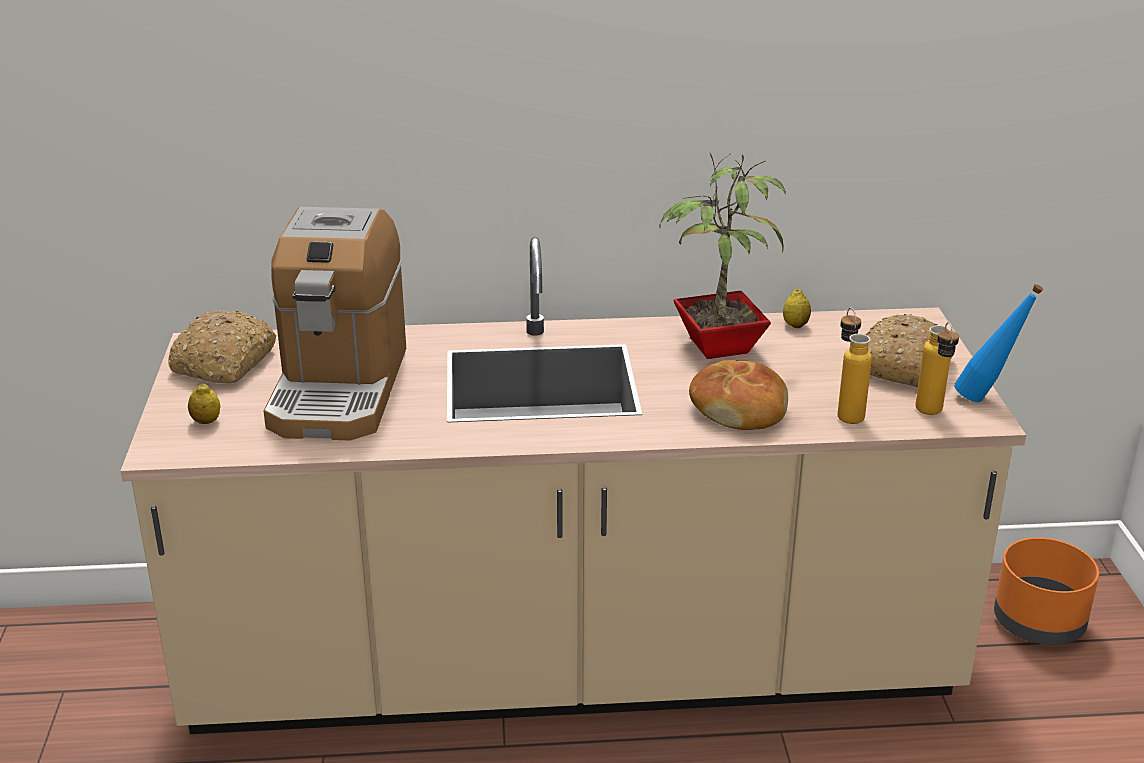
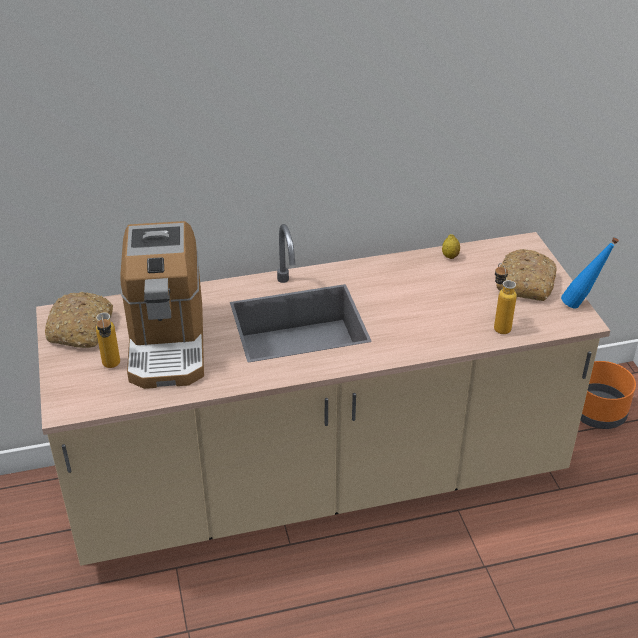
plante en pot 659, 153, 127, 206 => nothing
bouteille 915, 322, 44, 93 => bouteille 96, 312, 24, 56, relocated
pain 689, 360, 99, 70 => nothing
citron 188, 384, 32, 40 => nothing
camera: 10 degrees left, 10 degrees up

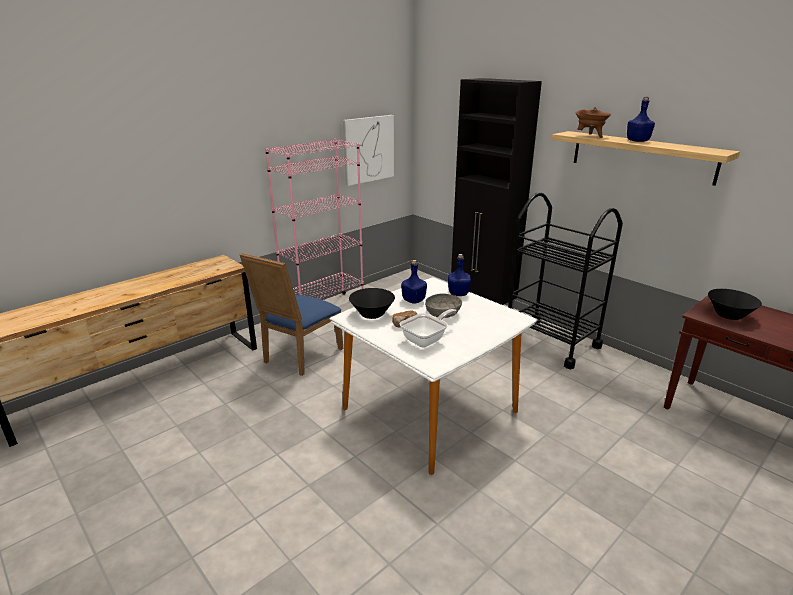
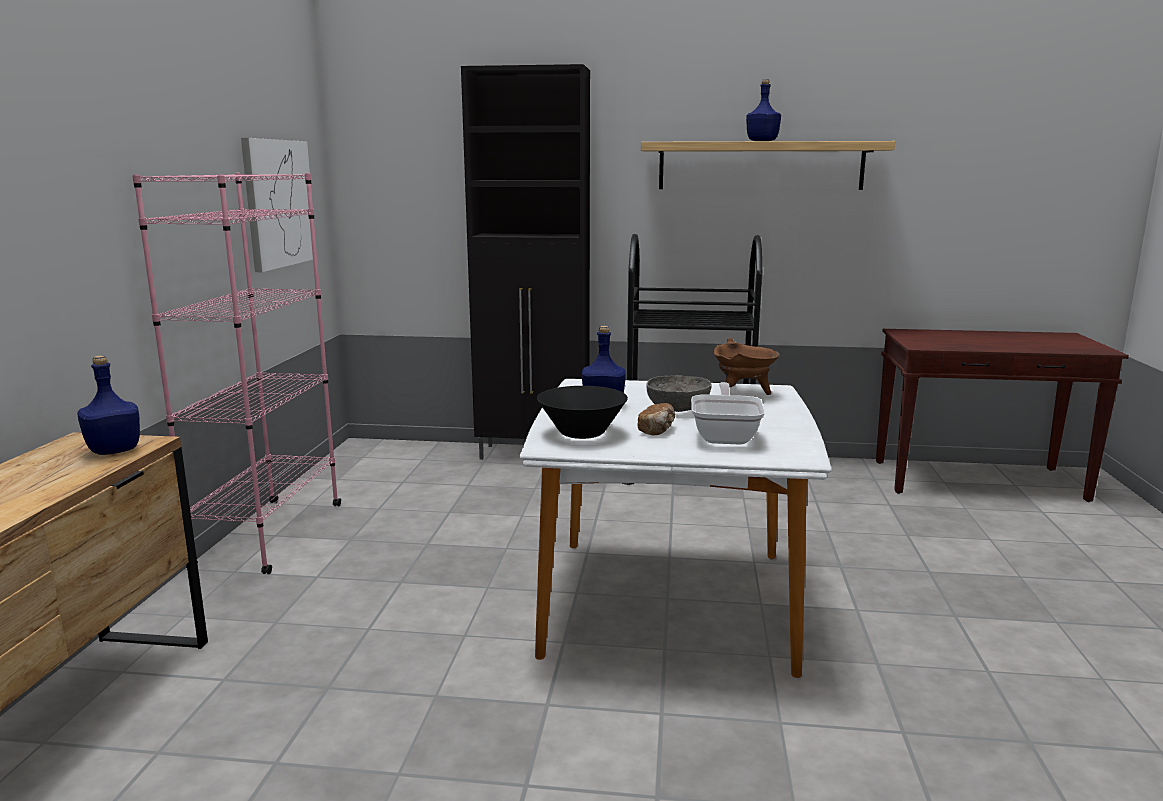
marmite [marron] 575, 107, 36, 31 => marmite [marron] 713, 338, 67, 57, relocated
chaise [bleu] 239, 253, 104, 123 => nothing
bouteille [bleu] 448, 254, 23, 42 => bouteille [bleu] 77, 356, 63, 99, relocated
bol [noir] 708, 289, 54, 31 => nothing
camera: 40 degrees left, 10 degrees down

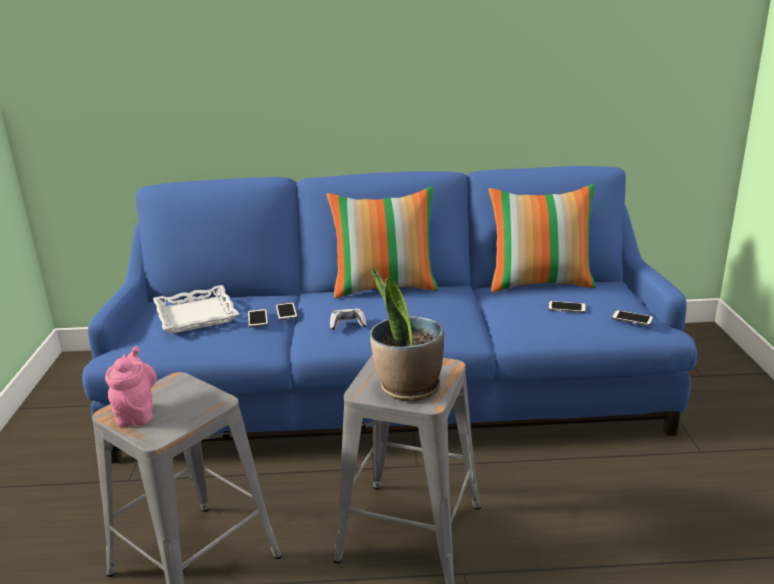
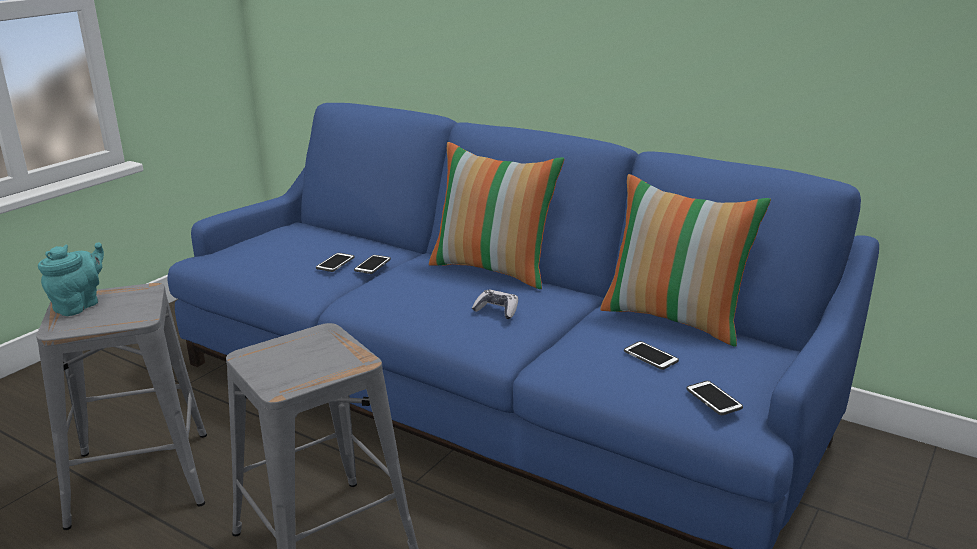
plante en pot 370, 267, 74, 134 => nothing
plateau [blanc] 153, 285, 86, 48 => nothing
manette 330, 308, 37, 22 => manette 472, 290, 46, 29, relocated
théière [rose] 105, 346, 52, 81 => théière [turquoise] 38, 243, 66, 73
camera: 35 degrees right, 0 degrees up

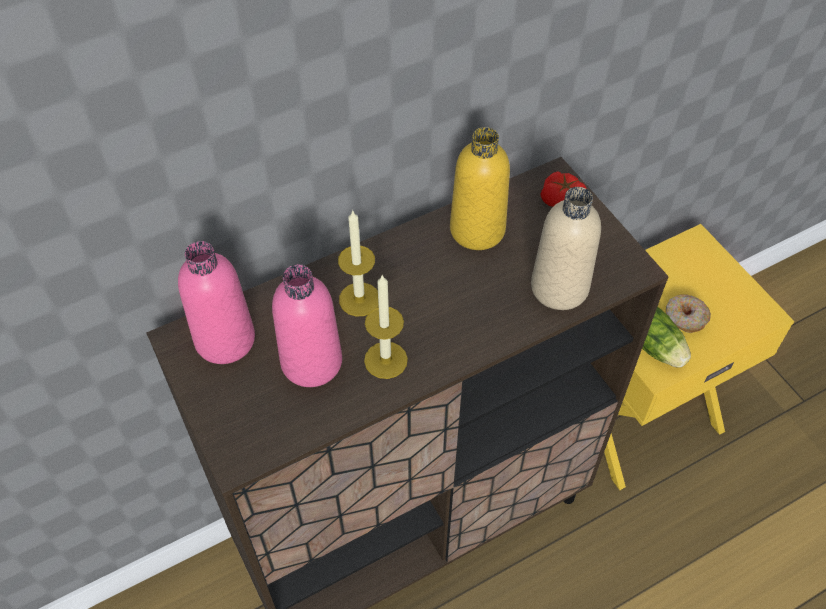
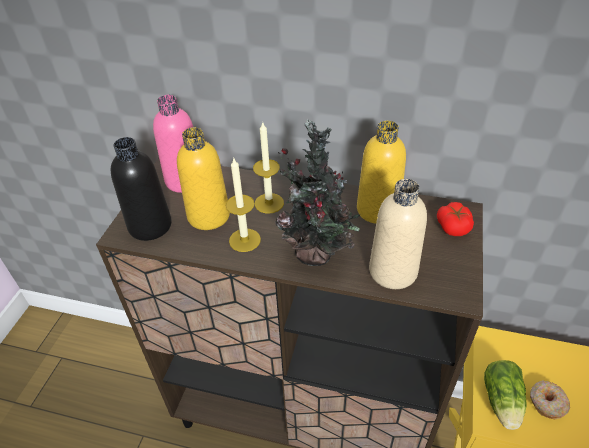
bouteille [rose] 272, 264, 70, 123 => bouteille [jaune] 177, 127, 53, 103
nothing => plante en pot 275, 119, 85, 147
nothing => bouteille [noir] 111, 137, 60, 104
camera: 45 degrees right, 10 degrees down

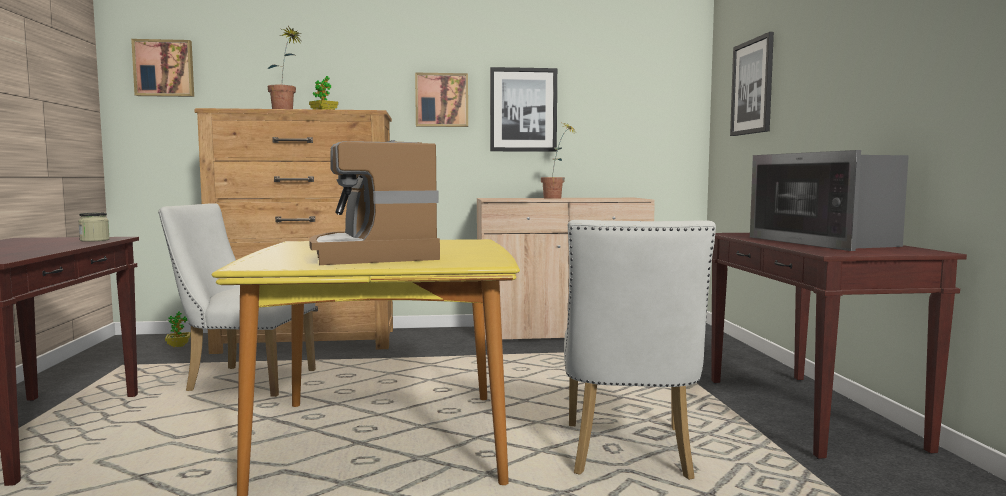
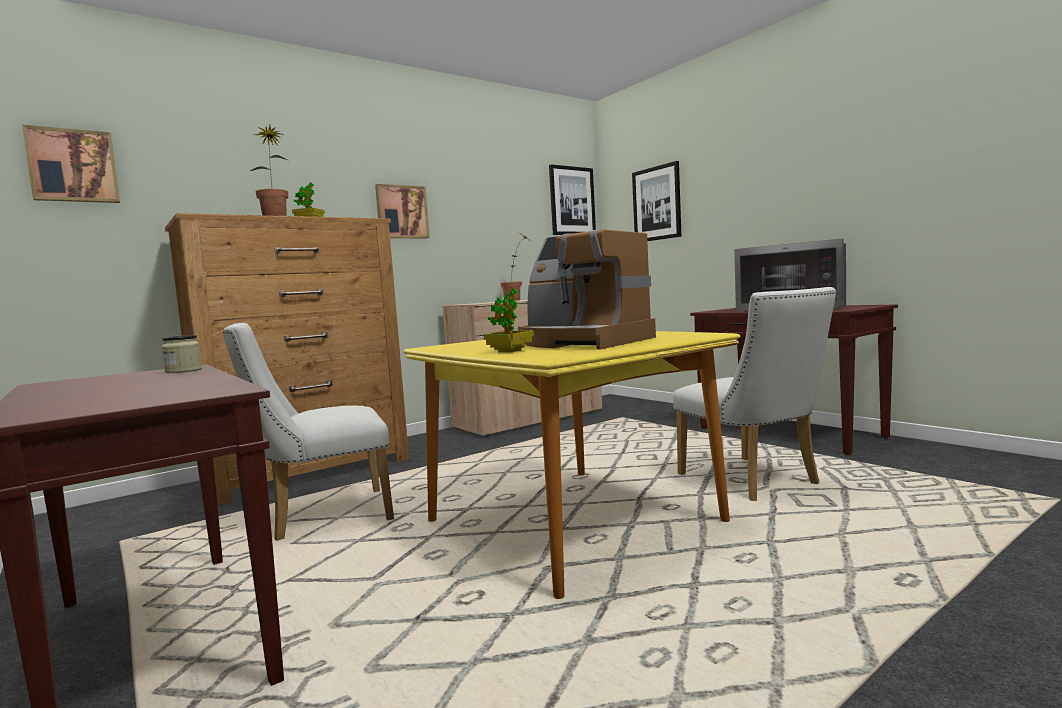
tableau 490, 67, 67, 85 => tableau 549, 164, 47, 71, relocated
plante en pot 165, 311, 26, 36 => plante en pot 484, 288, 50, 64, relocated
camera: 30 degrees left, 0 degrees up

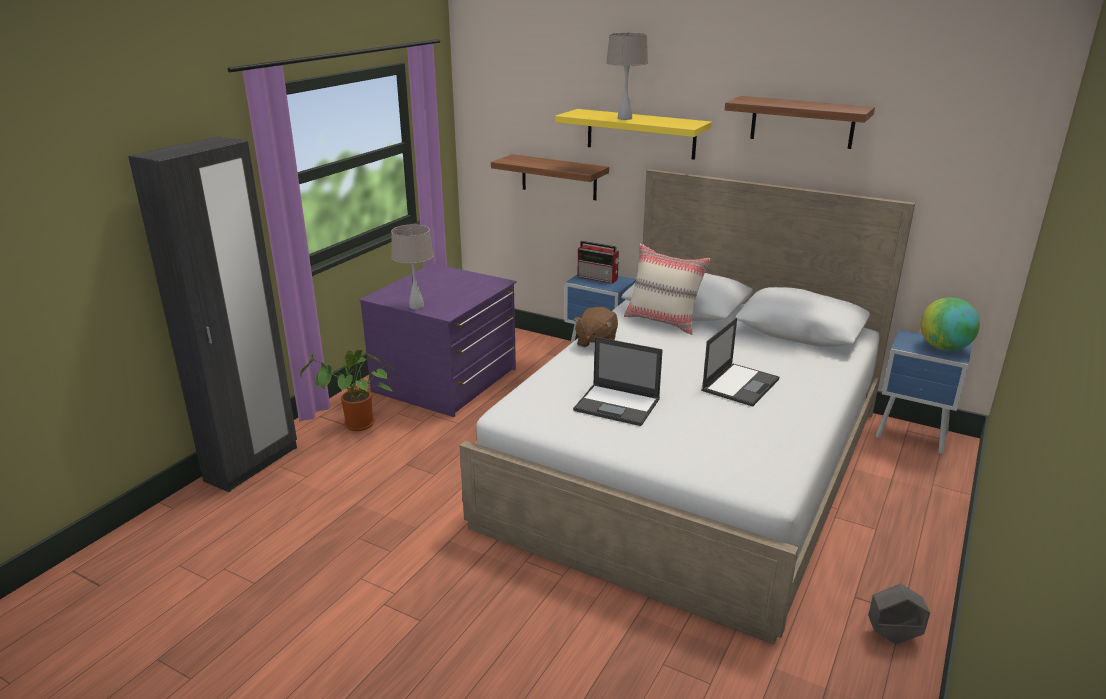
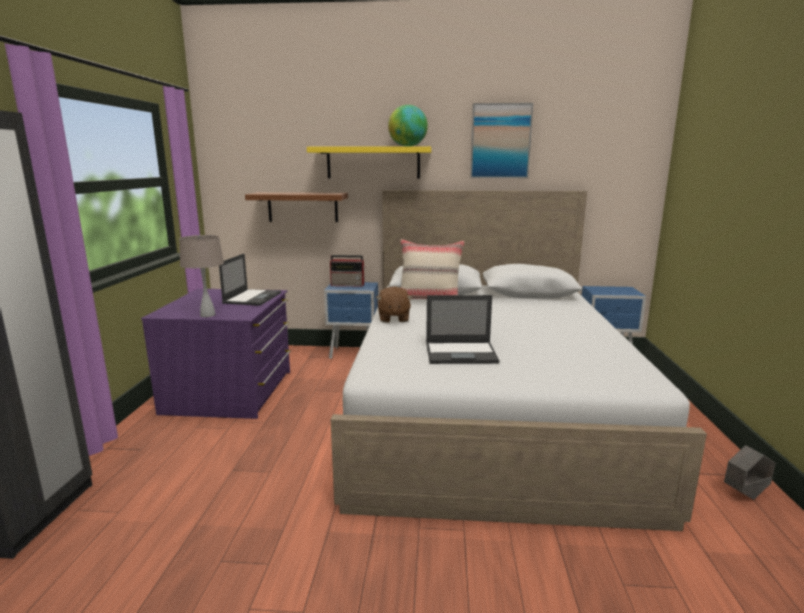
lampe de table [beige] 606, 32, 42, 88 => nothing
étagère 725, 96, 150, 53 => tableau 470, 103, 63, 75
globe 920, 297, 60, 54 => globe 388, 105, 40, 41, relocated
ordinateur portable 702, 318, 77, 89 => ordinateur portable 219, 254, 62, 52, relocated
plante en pot 300, 350, 94, 81 => nothing
camera: 25 degrees left, 10 degrees down

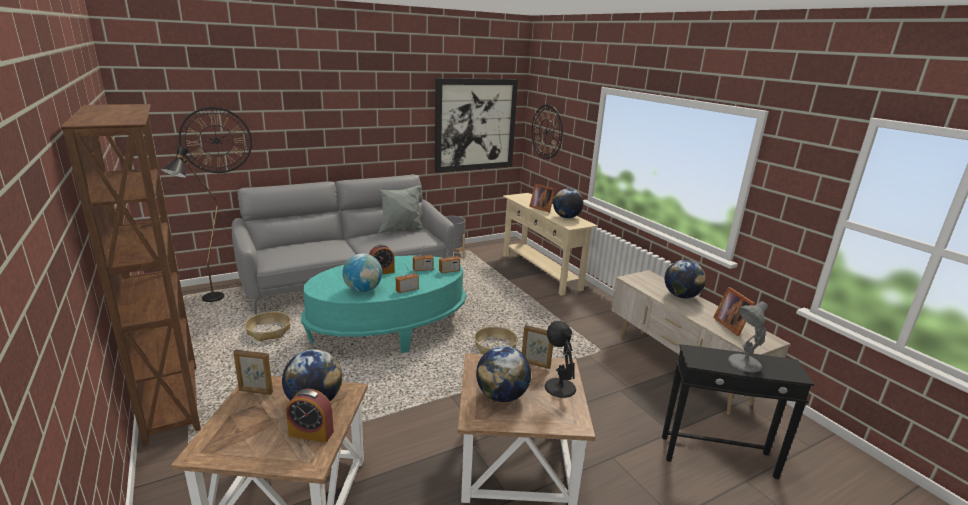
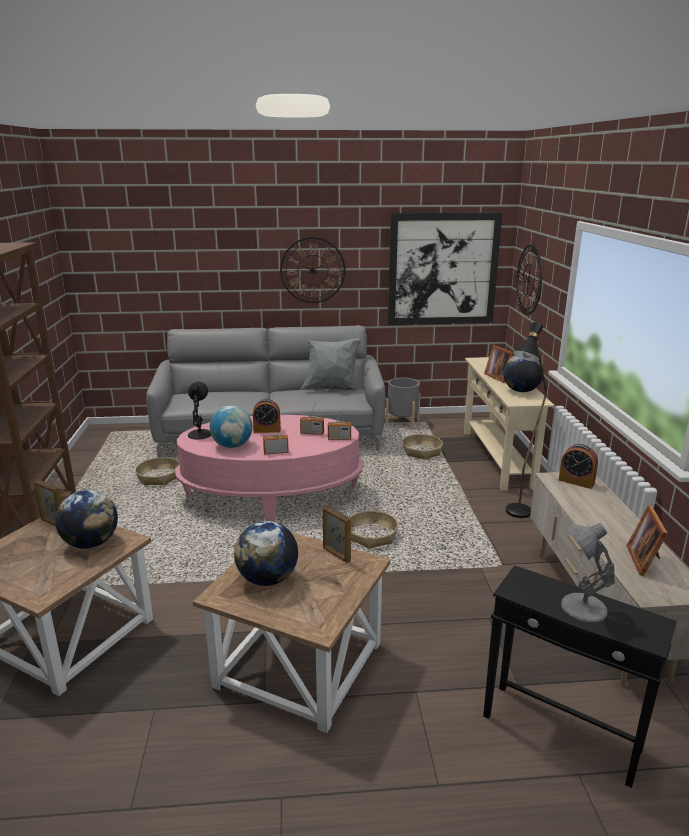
horloge murale 179, 107, 73, 66 => horloge murale 280, 237, 65, 66, relocated
lampadaire [noir] 161, 147, 63, 155 => lampadaire [noir] 506, 322, 41, 196, relocated
table basse [turquoise] 301, 255, 165, 98 => table basse [rose] 175, 415, 189, 107
globe 665, 260, 41, 38 => nothing
lampe de table [noir] 544, 321, 32, 77 => lampe de table [noir] 188, 381, 23, 59, relocated
réveil 286, 389, 48, 54 => réveil 559, 444, 39, 45, relocated
nothing => panier 402, 434, 41, 26
camera: 25 degrees right, 0 degrees up

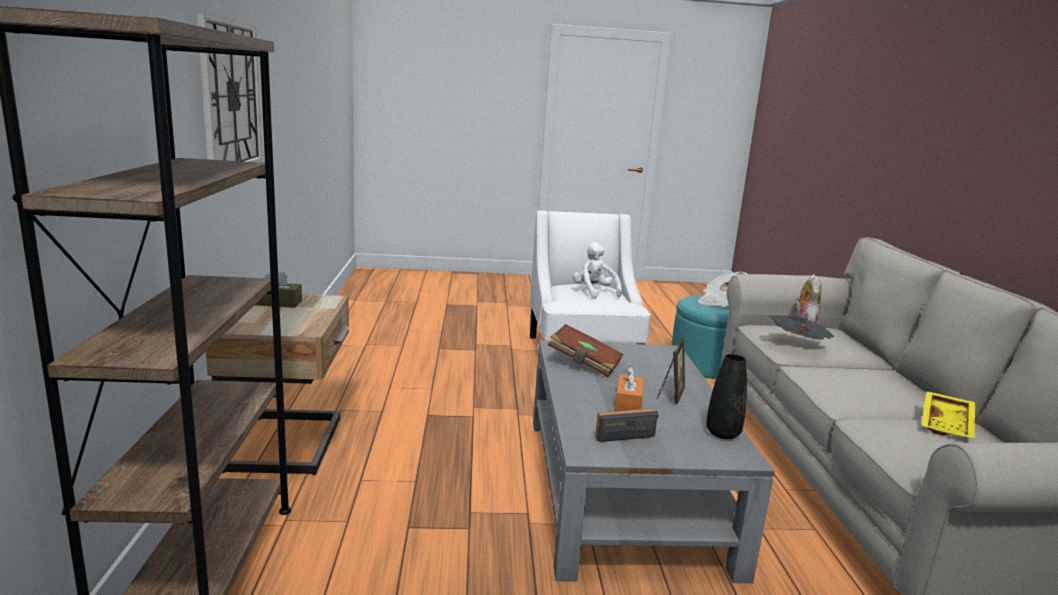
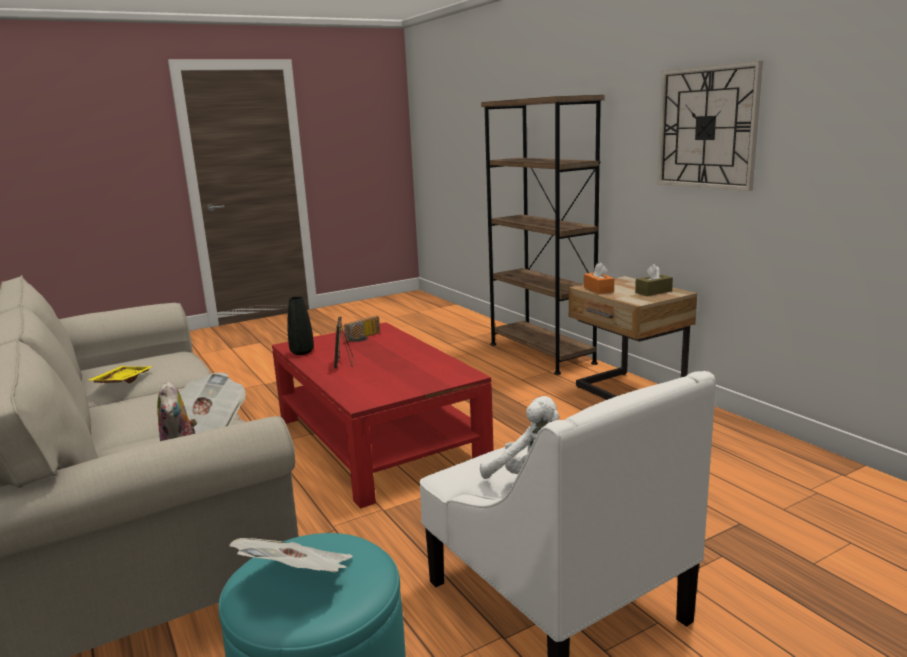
livre [marron] 548, 324, 75, 53 => nothing
table basse [gris] 533, 340, 242, 243 => table basse [rouge] 272, 322, 222, 187
boîte à mouchoirs [orange] 615, 366, 29, 45 => boîte à mouchoirs [orange] 584, 263, 30, 31, relocated
camera: 155 degrees right, 0 degrees up

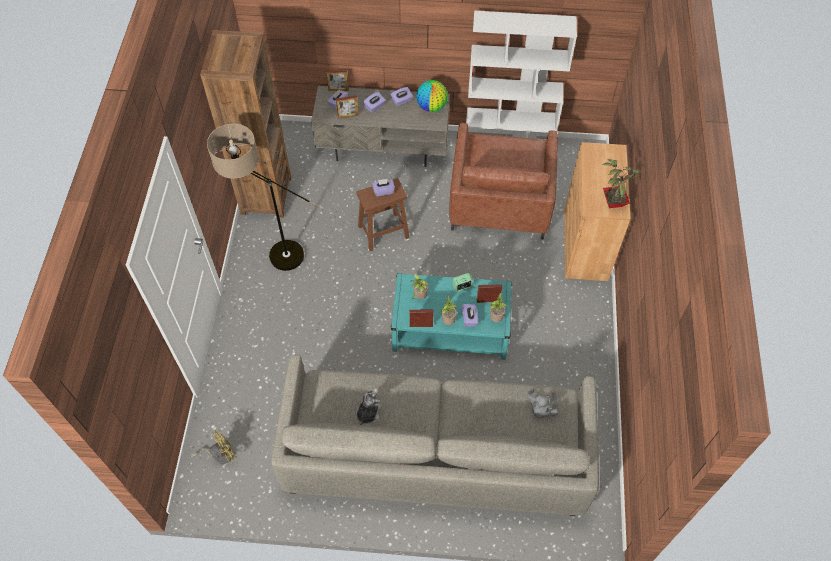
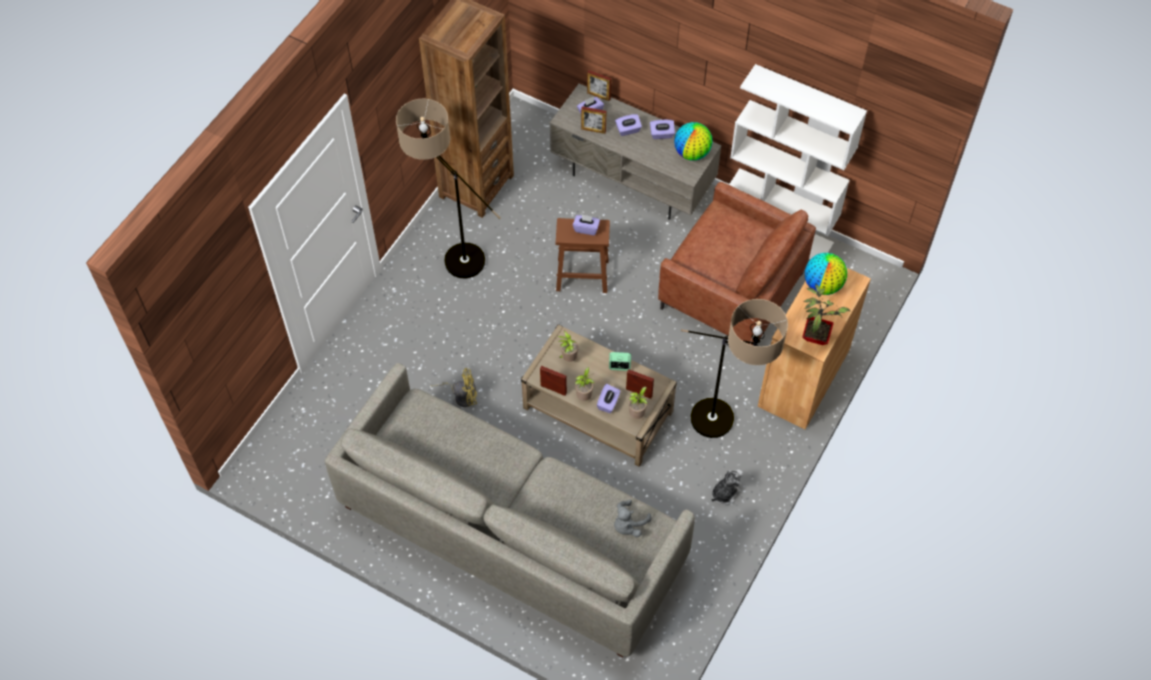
fauteuil [marron] 449, 123, 109, 116 => fauteuil [marron] 658, 182, 158, 163, 90 degrees counterclockwise
table basse [turquoise] 391, 273, 121, 87 => table basse [beige] 521, 324, 156, 143
peluche 356, 388, 25, 37 => peluche 711, 469, 32, 36, relocated
ventilateur [jaune] 189, 430, 48, 34 => ventilateur [jaune] 431, 368, 46, 39, relocated
nothing => globe 805, 253, 42, 42
nothing => lampadaire 681, 299, 107, 139
camera: 25 degrees right, 0 degrees up

